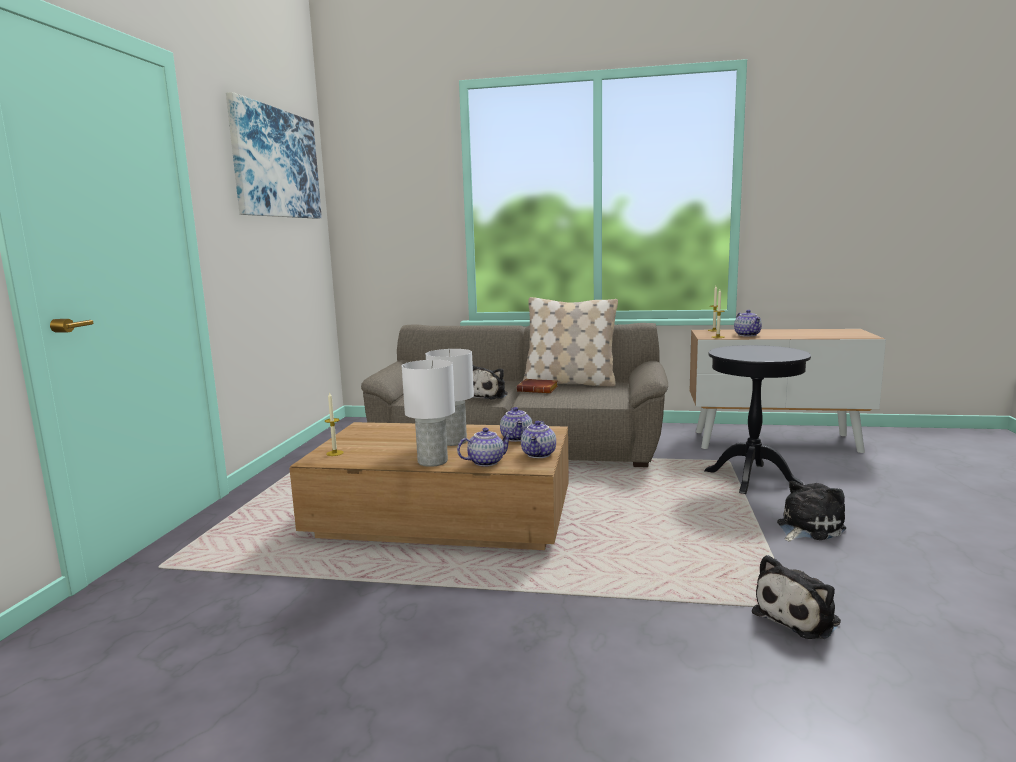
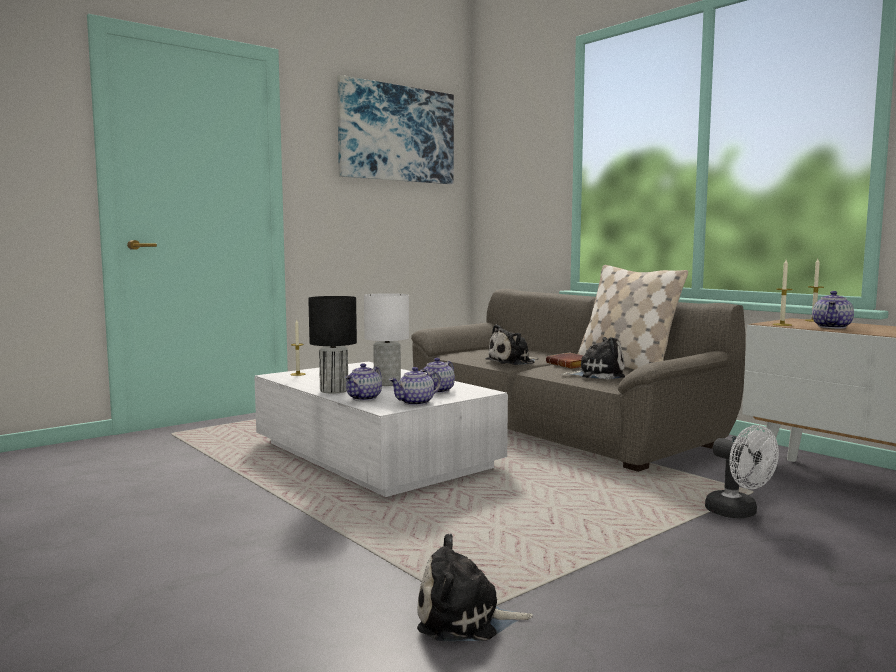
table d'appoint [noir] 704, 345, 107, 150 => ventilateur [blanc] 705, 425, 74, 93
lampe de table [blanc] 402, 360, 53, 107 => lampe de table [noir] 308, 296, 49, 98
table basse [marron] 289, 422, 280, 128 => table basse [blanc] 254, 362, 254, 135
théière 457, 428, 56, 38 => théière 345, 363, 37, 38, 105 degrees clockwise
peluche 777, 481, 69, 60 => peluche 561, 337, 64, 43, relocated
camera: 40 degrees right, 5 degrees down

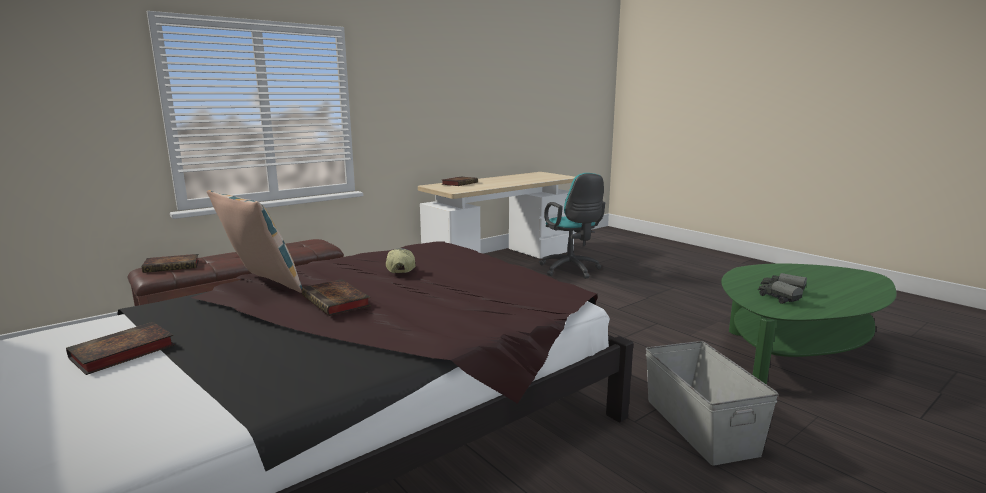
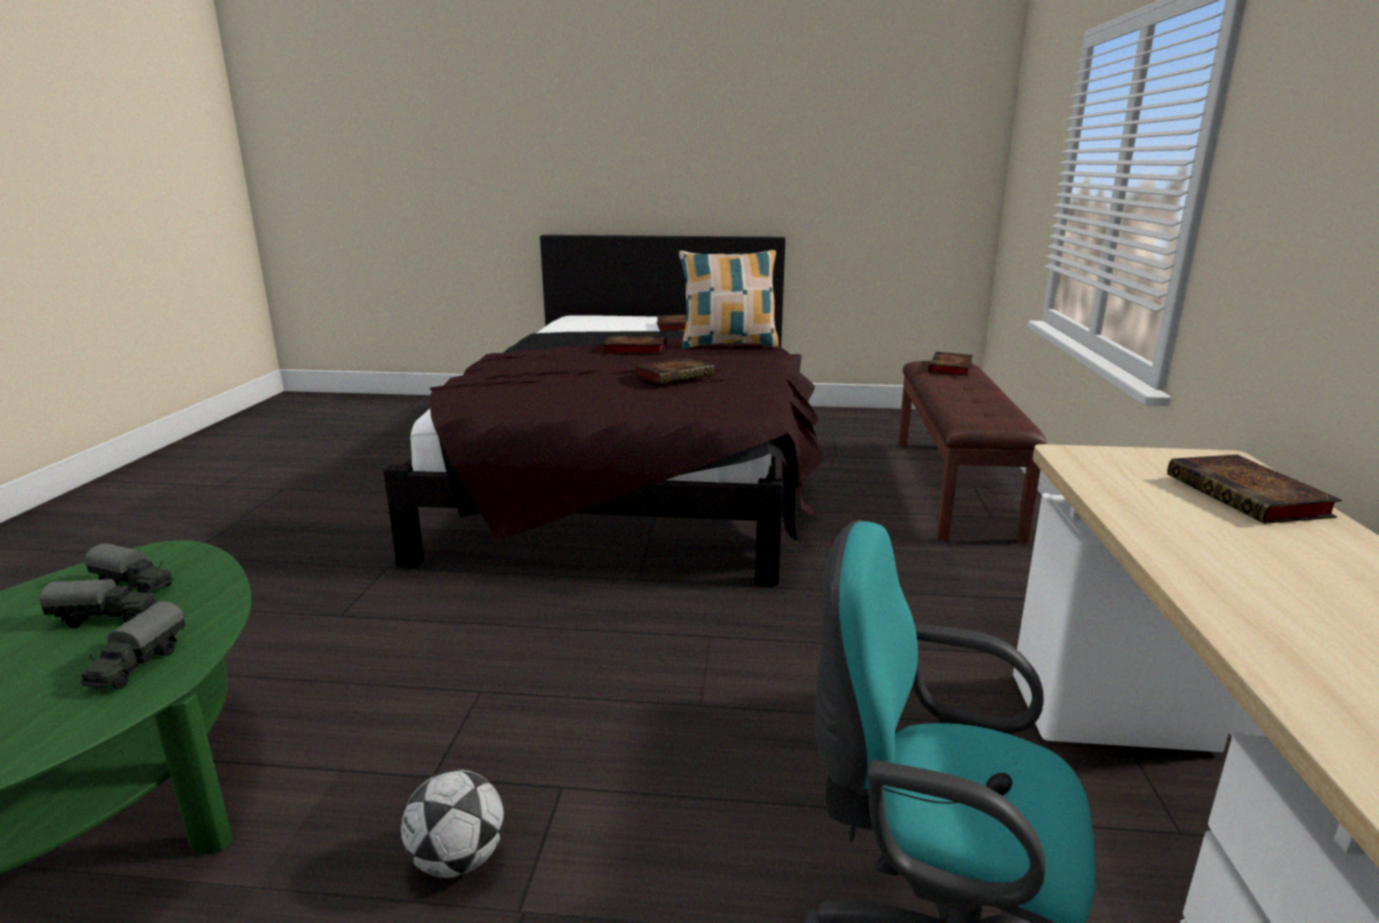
casquette 386, 248, 30, 25 => livre 633, 358, 81, 26
boîte de rangement [gris] 646, 341, 133, 125 => nothing
nothing => camion jouet 80, 601, 106, 88
nothing => ballon de foot 401, 770, 103, 108
camera: 135 degrees right, 5 degrees up

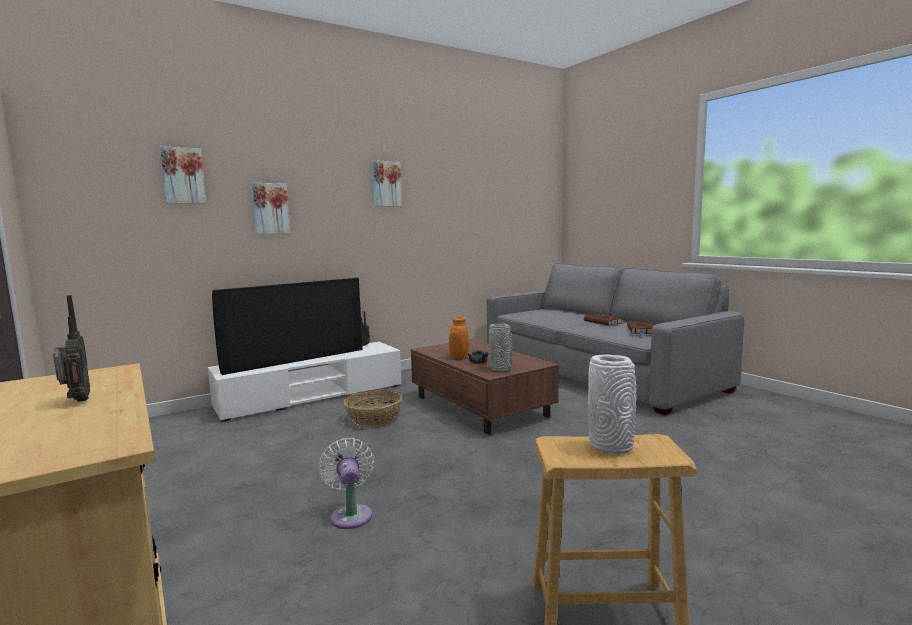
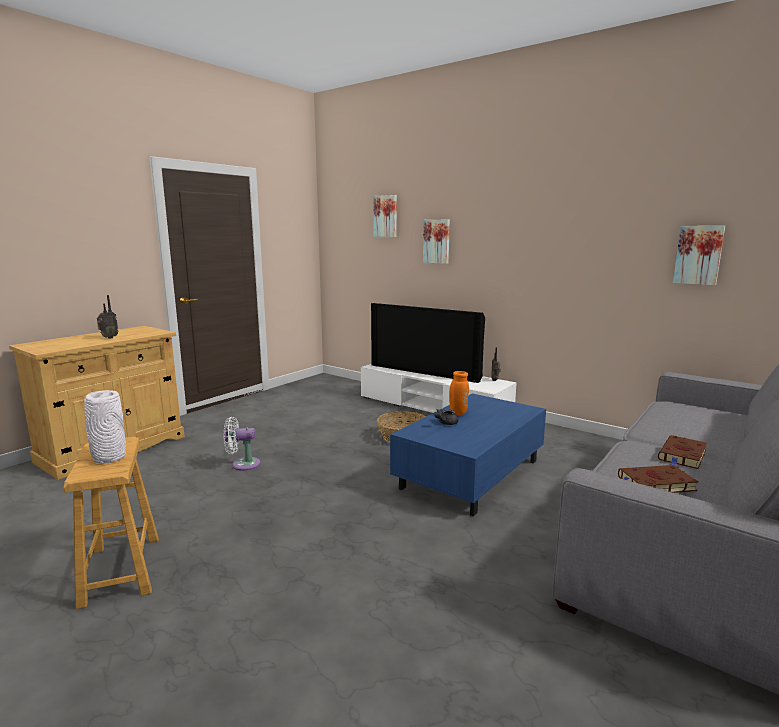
tableau 372, 160, 30, 46 => tableau 673, 226, 52, 59, relocated
vase [gris] 489, 324, 23, 48 => nothing
table basse [marron] 411, 339, 148, 96 => table basse [bleu] 390, 393, 156, 123
ventilateur [blanc] 319, 438, 55, 91 => ventilateur [blanc] 224, 417, 36, 54, 150 degrees counterclockwise
camera: 70 degrees right, 5 degrees up

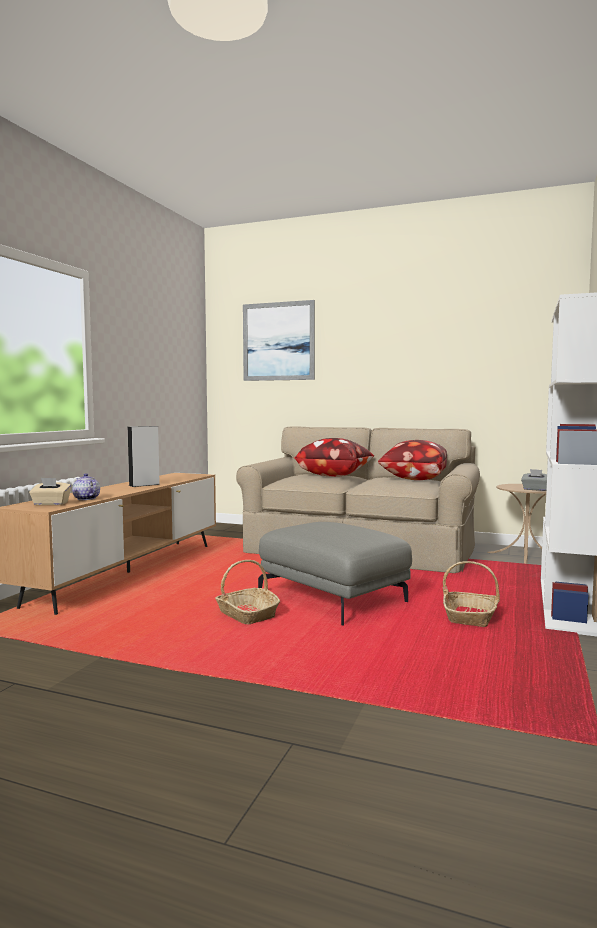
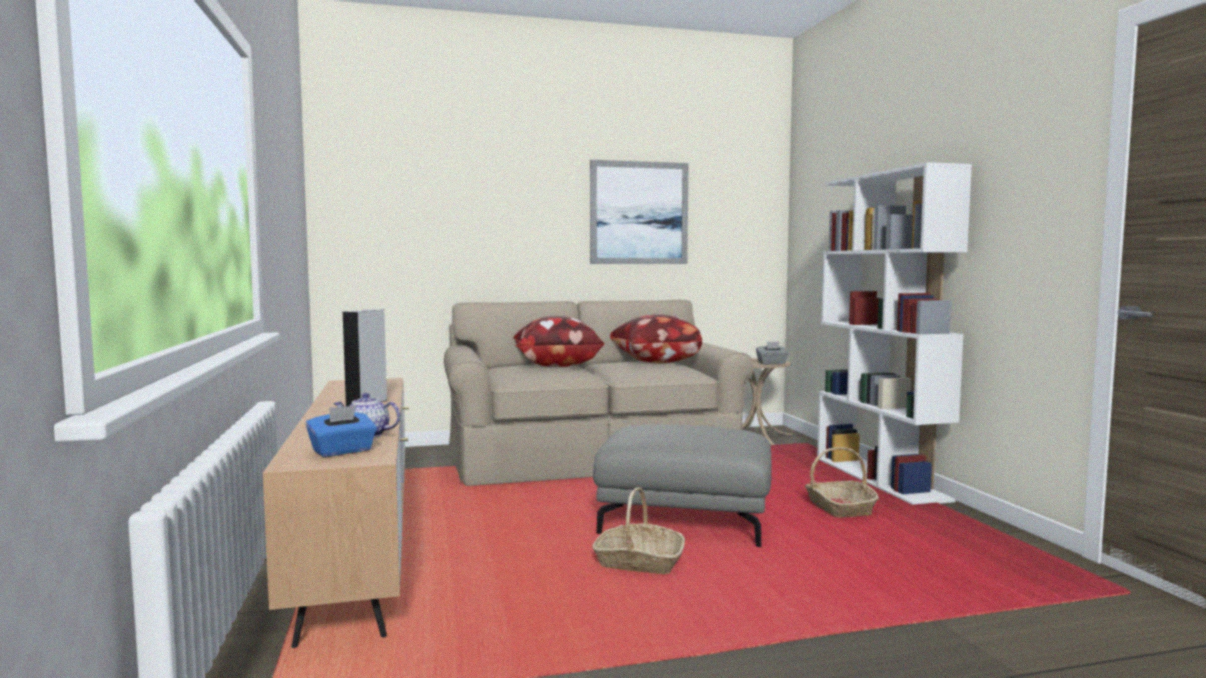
tableau 243, 300, 72, 81 => tableau 590, 160, 98, 104, relocated
boîte à mouchoirs [beige] 29, 478, 42, 27 => boîte à mouchoirs [bleu] 306, 405, 71, 52
camera: 35 degrees left, 0 degrees up

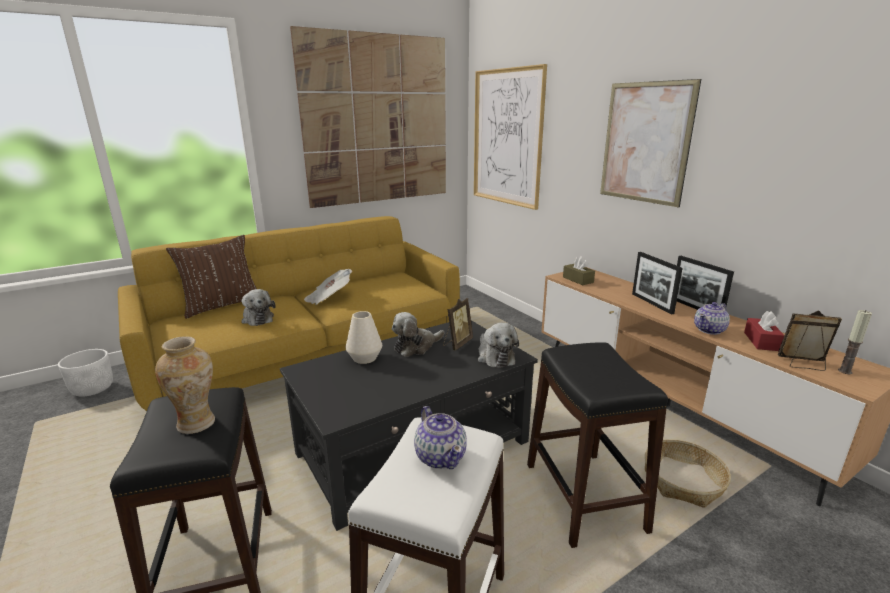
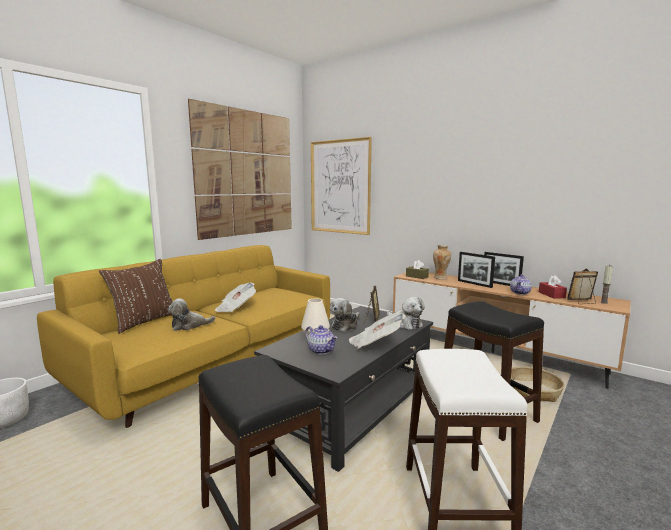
tableau 600, 79, 101, 128 => nothing
peluche 241, 289, 34, 37 => peluche 167, 298, 48, 33, 120 degrees clockwise
vase 155, 336, 60, 98 => vase 433, 245, 18, 35, relocated
théière 414, 406, 53, 63 => théière 305, 325, 33, 30, relocated
nothing => journal 349, 313, 57, 36
camera: 20 degrees left, 10 degrees down

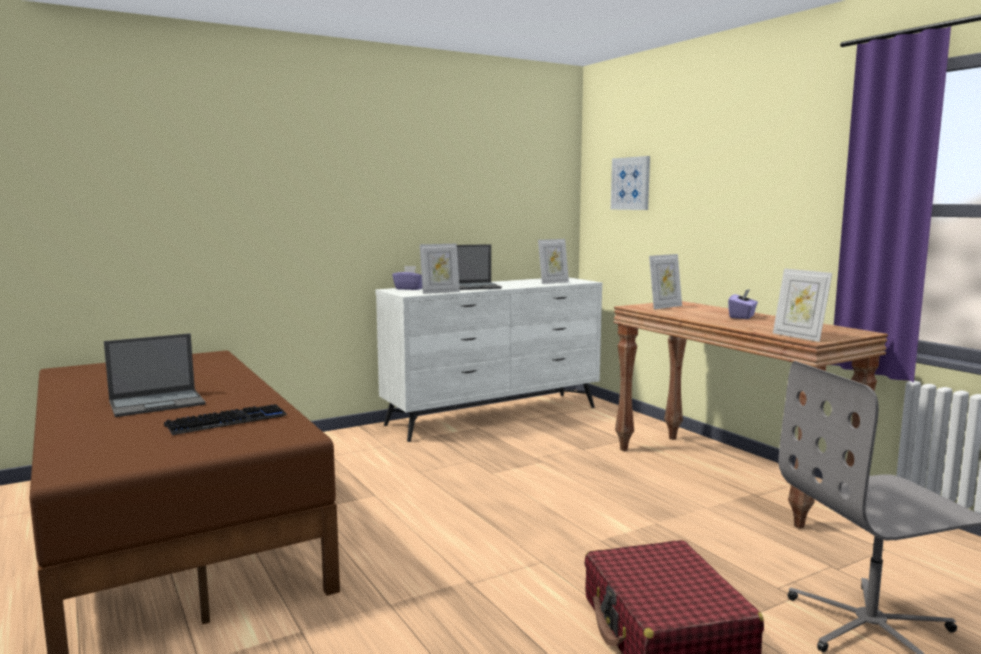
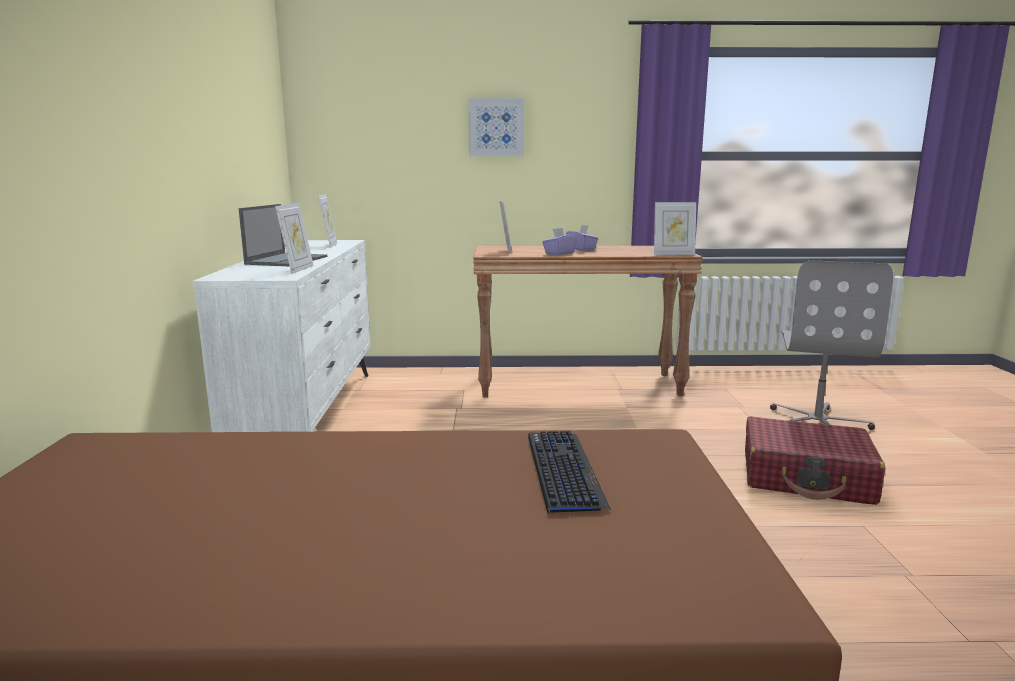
tableau 611, 156, 39, 54 => tableau 468, 98, 56, 58, relocated
boîte à mouchoirs [violet] 392, 266, 30, 24 => boîte à mouchoirs [violet] 542, 228, 35, 27, relocated
ordinateur portable 104, 333, 102, 84 => nothing
camera: 60 degrees left, 5 degrees up

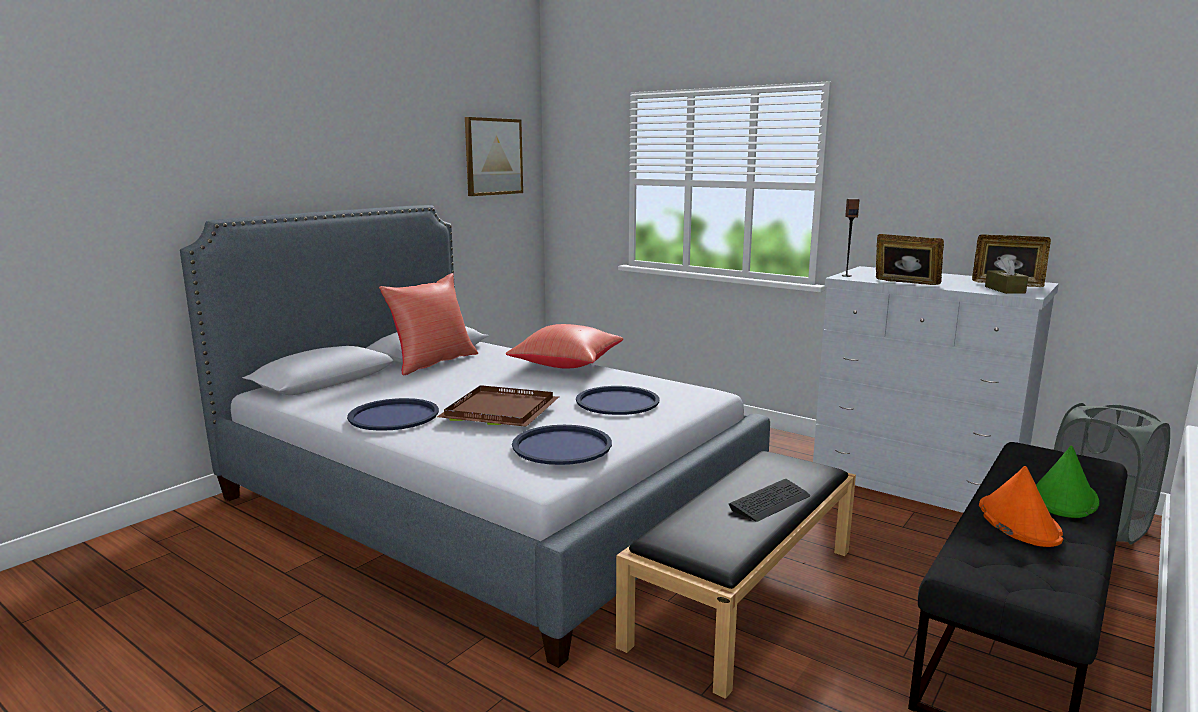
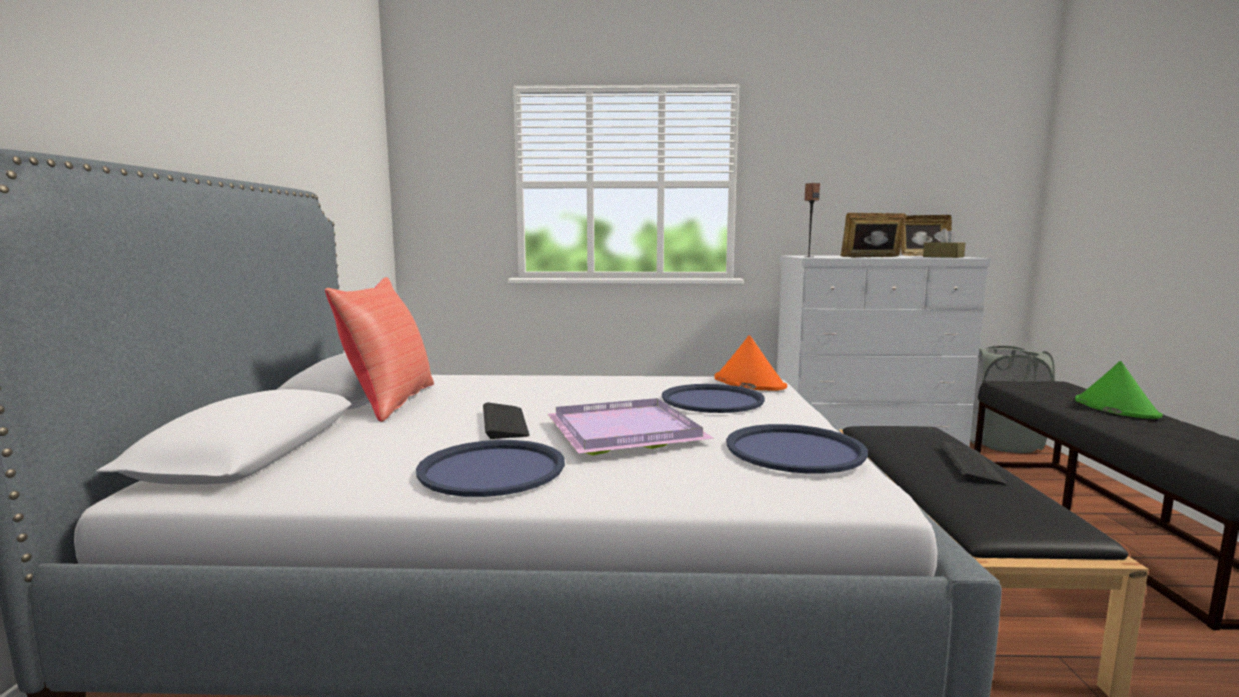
tableau 465, 117, 58, 79 => nothing
coussin [rouge] 506, 324, 117, 44 => nothing
plateau [marron] 437, 385, 122, 42 => plateau [violet] 547, 398, 167, 58
chapeau [orange] 979, 466, 84, 81 => chapeau [orange] 714, 335, 73, 56, relocated
nothing => clavier 483, 402, 47, 37
camera: 35 degrees left, 5 degrees down

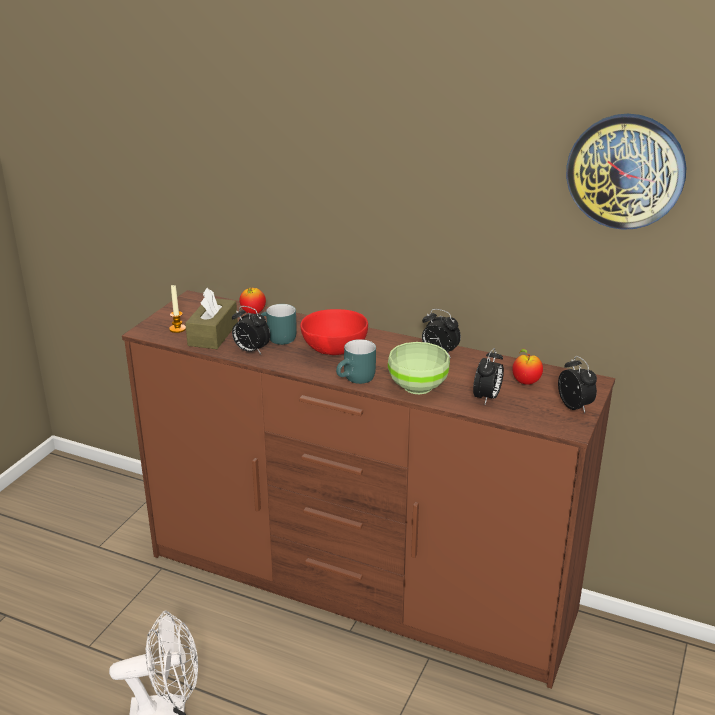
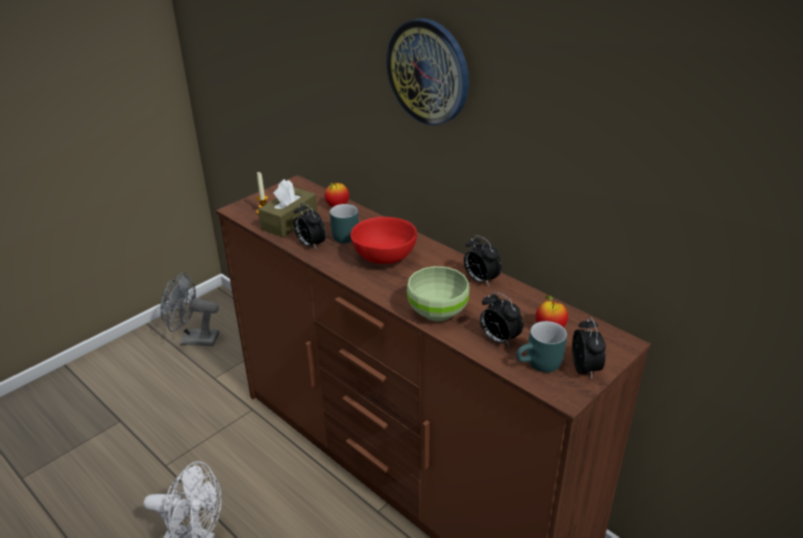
horloge murale 566, 113, 120, 117 => horloge murale 386, 18, 83, 107, relocated
mug [turquoise] 336, 339, 40, 45 => mug [turquoise] 516, 321, 51, 52, relocated
réveil 473, 348, 31, 56 => réveil 480, 291, 44, 56, 90 degrees clockwise
nothing => ventilateur [gris] 160, 272, 59, 74
camera: 20 degrees right, 5 degrees up

